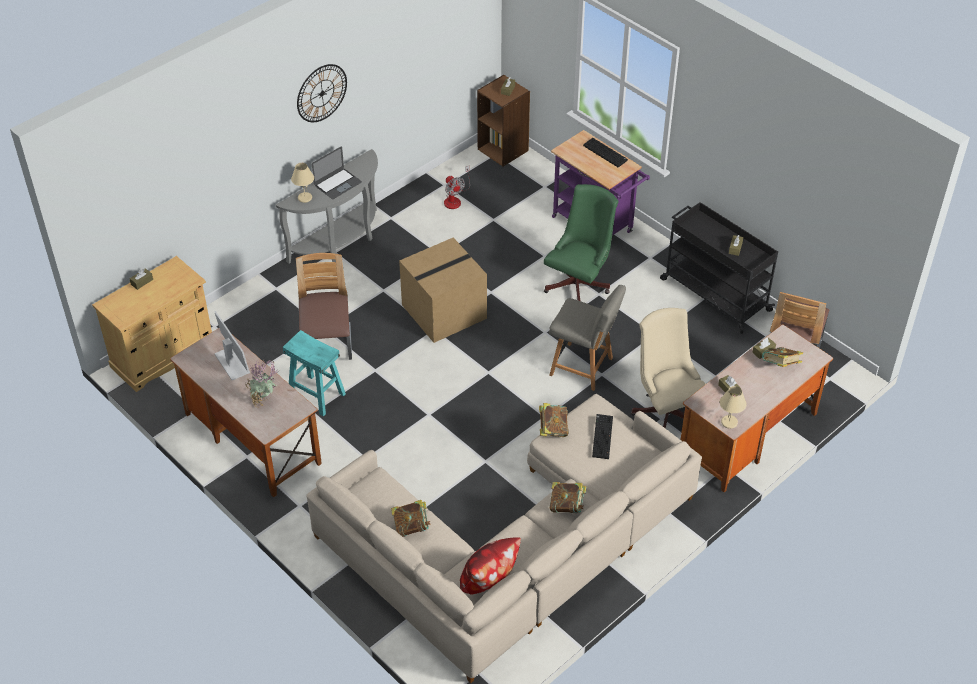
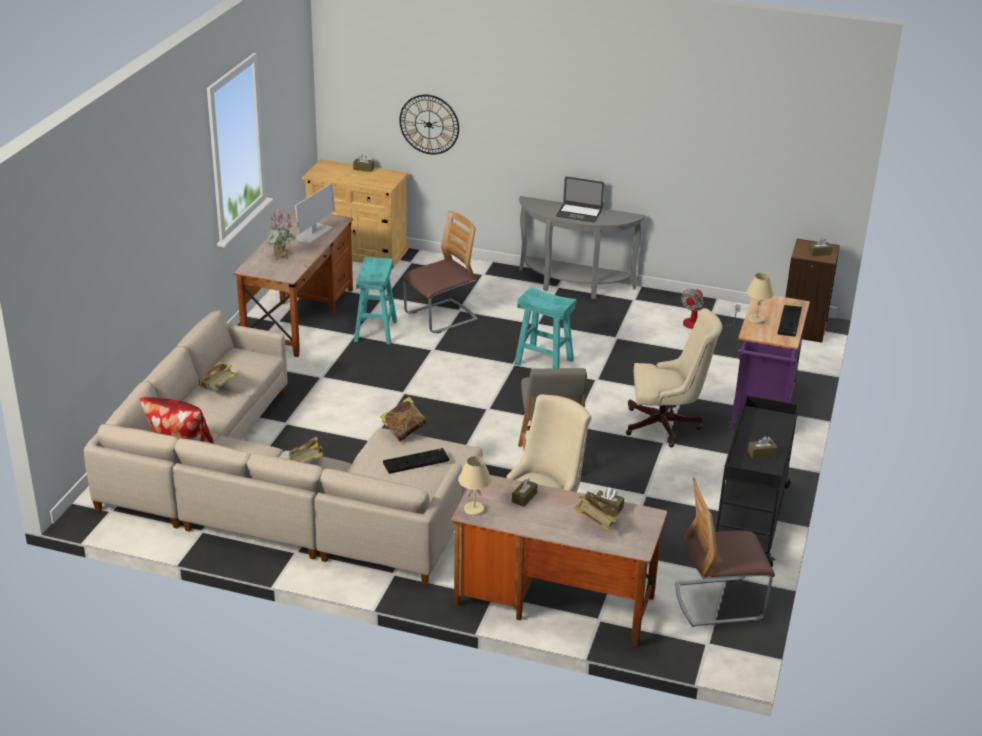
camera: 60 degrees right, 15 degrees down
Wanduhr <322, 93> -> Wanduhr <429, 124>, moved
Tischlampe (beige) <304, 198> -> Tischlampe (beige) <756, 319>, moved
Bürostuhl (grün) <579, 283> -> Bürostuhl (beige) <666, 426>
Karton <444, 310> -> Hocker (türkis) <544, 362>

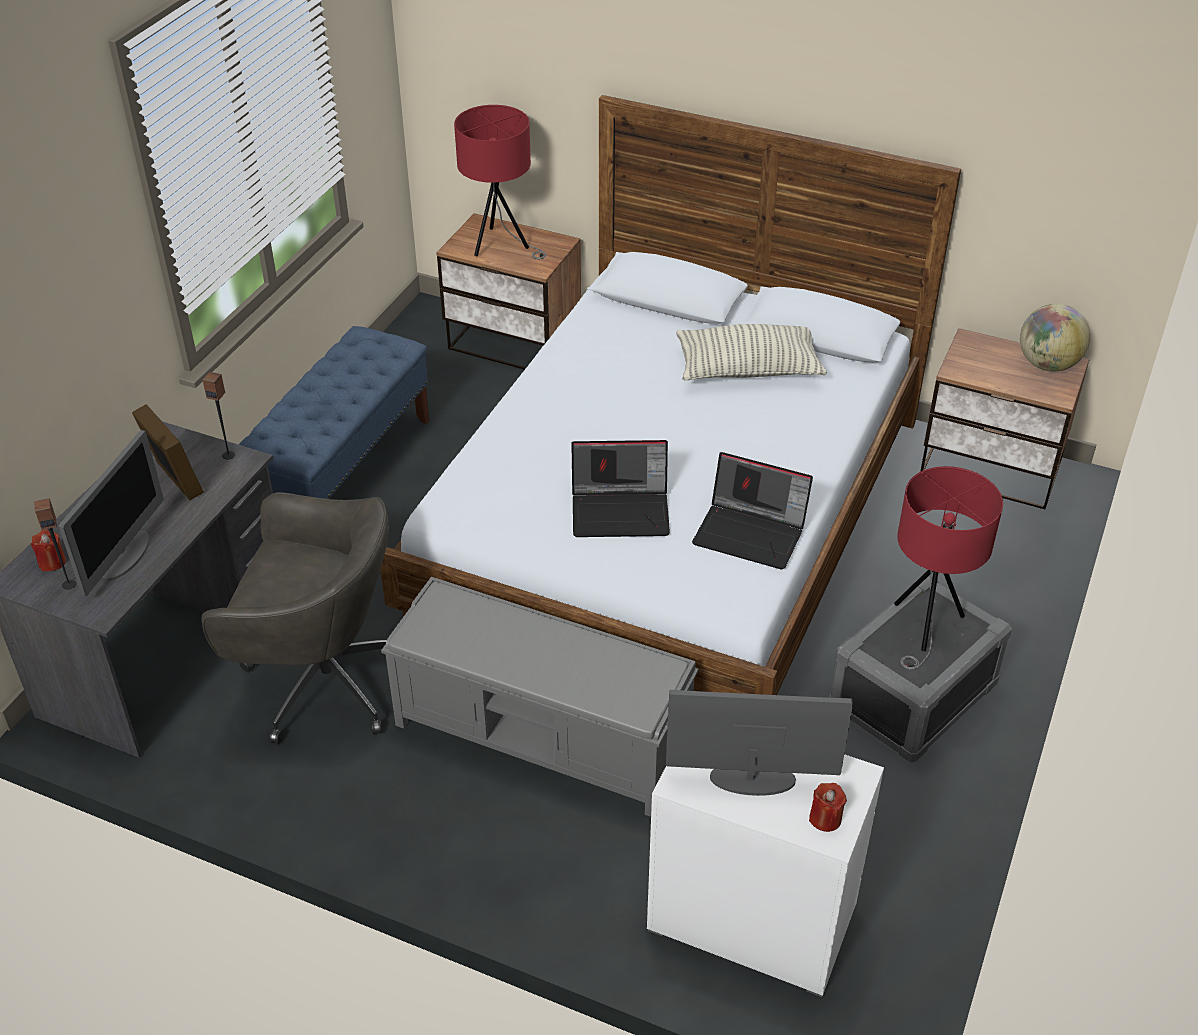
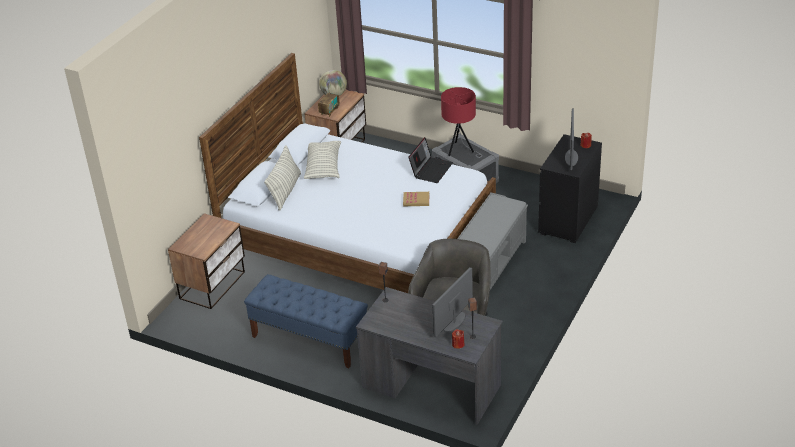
camera: 85 degrees left, 5 degrees down
Tischlampe (rot) <501, 246> -> none
Bilderrahmen <175, 480> -> none
Monitor <125, 555> -> Monitor <454, 322>, 75 degrees counterclockwise
Laptop <621, 511> -> Buch <416, 200>
Kommode (weiß) <750, 918> -> Kommode (schwarz) <568, 220>
none -> Radio <329, 111>
none -> Kissen <285, 191>

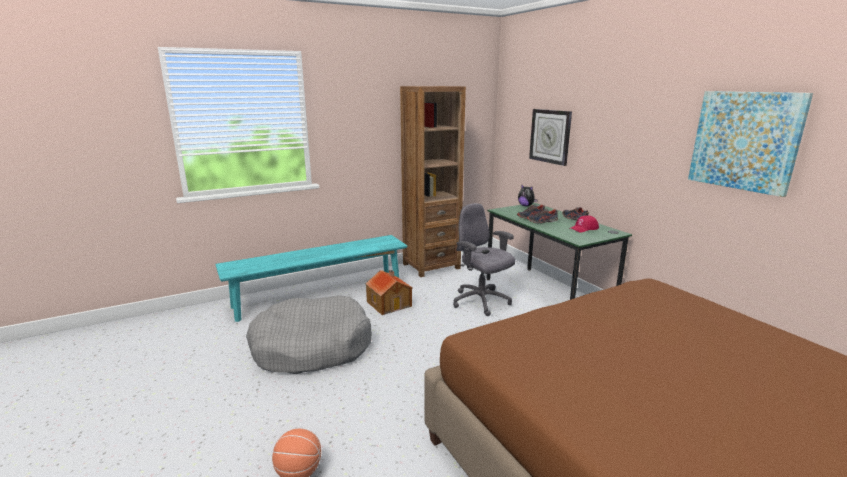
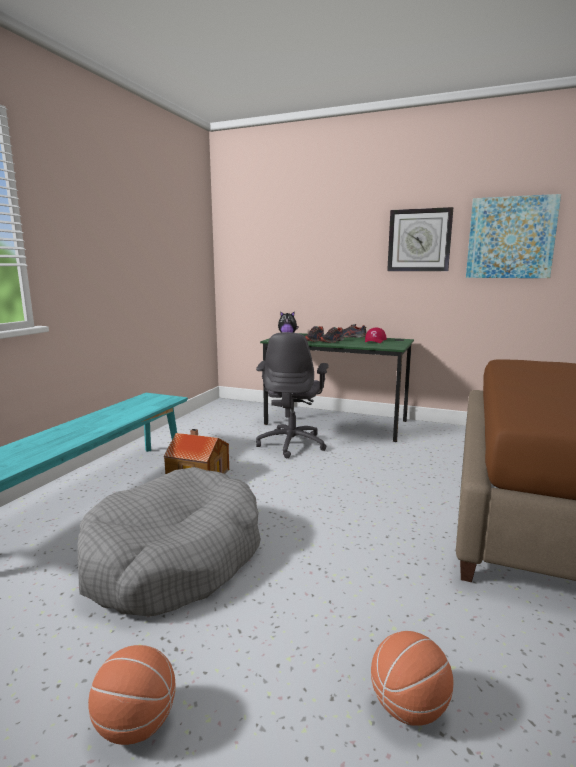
camera: 40 degrees left, 5 degrees down
Bücherregal (braun) <431, 266> -> none
Wanduhr <550, 136> -> Wanduhr <419, 240>, moved
Bürostuhl (grau) <481, 302> -> Bürostuhl (grau) <292, 444>, 90 degrees counterclockwise
none -> Basketball <135, 724>

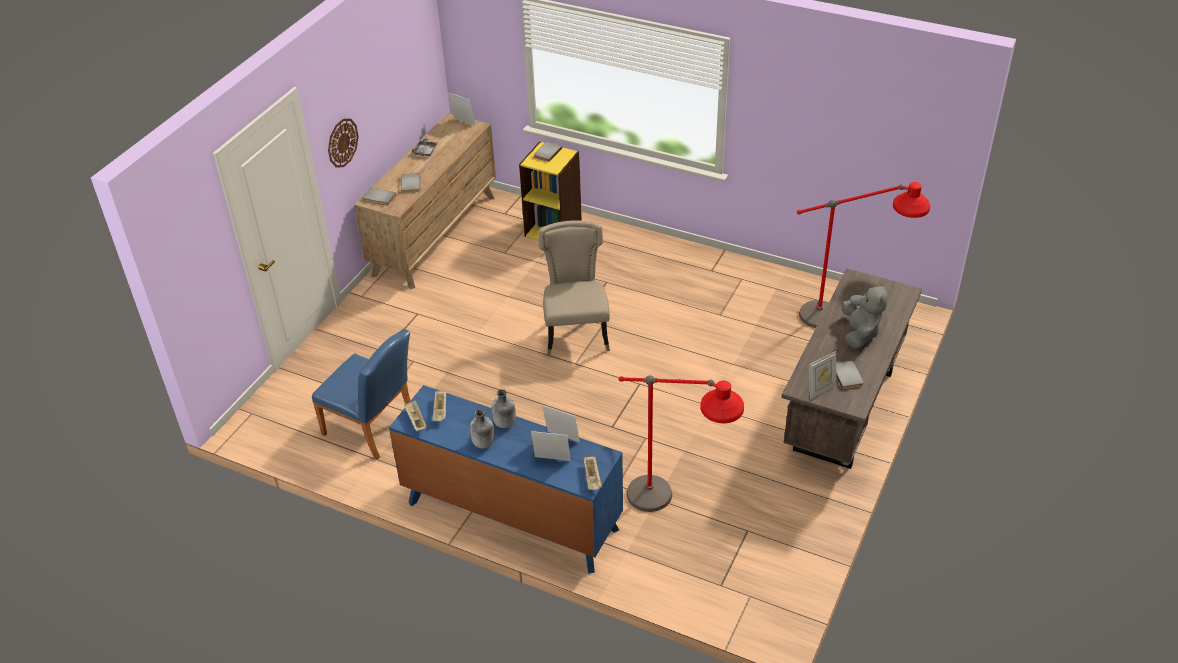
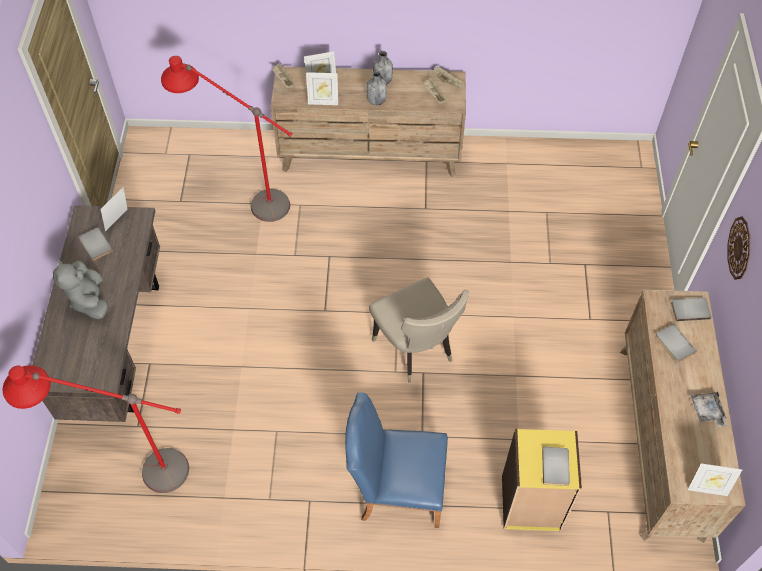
camera: 155 degrees right, 15 degrees up
Stuhl (blau) <374, 428> -> Stuhl (blau) <396, 488>, moved
Kommode (blau) <511, 516> -> Kommode (braun) <370, 154>

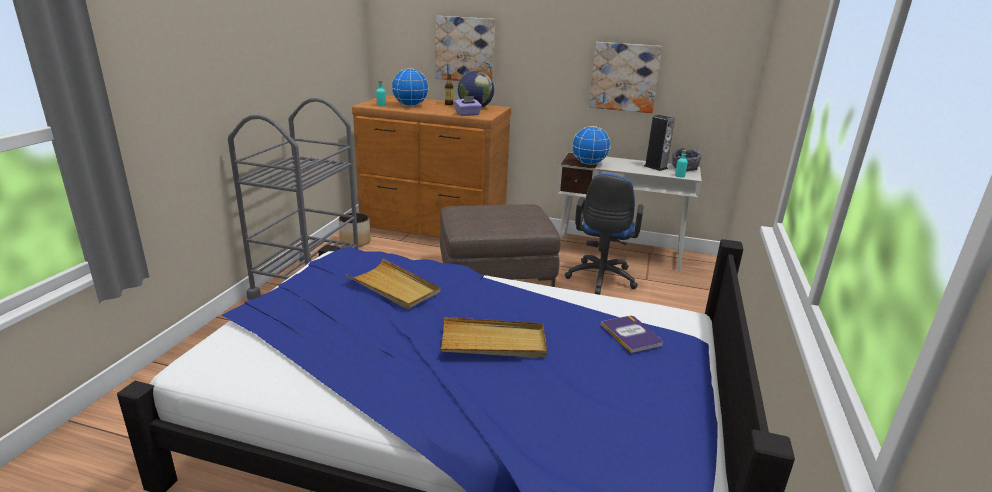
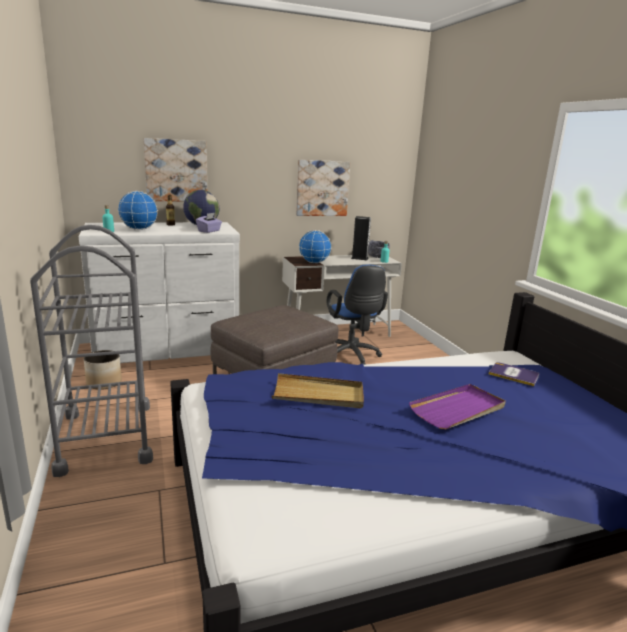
camera: 35 degrees left, 5 degrees down
Kommode (braun) <433, 228> -> Kommode (weiß) <168, 351>
Tablett (beige) <493, 342> -> Tablett (lila) <458, 409>

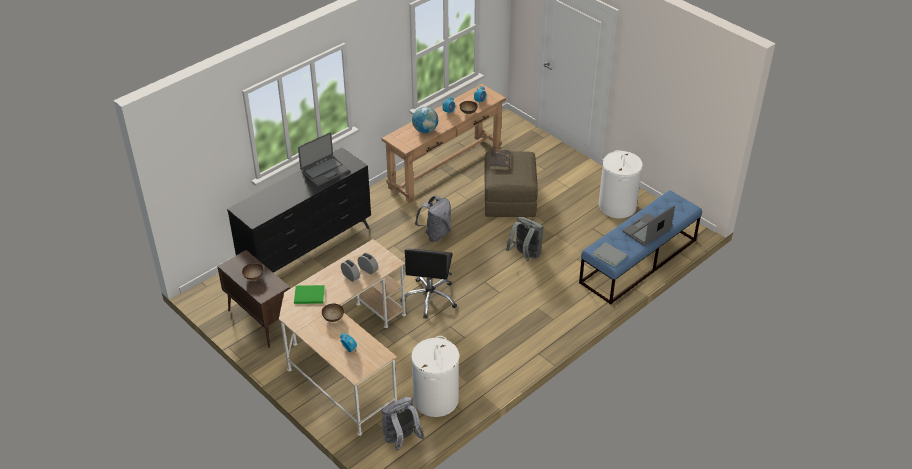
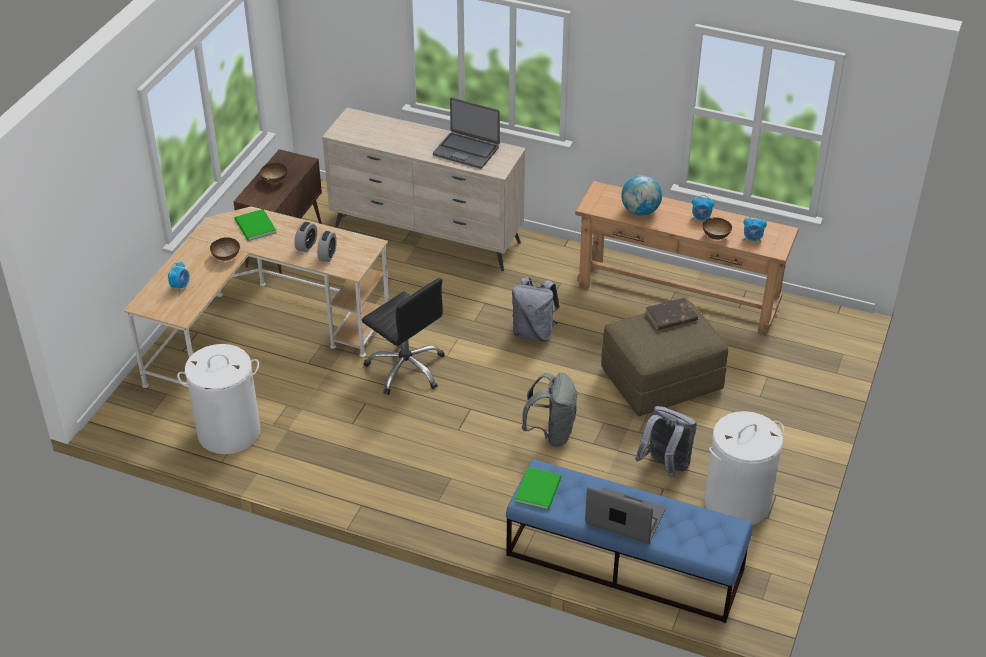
camera: 65 degrees right, 0 degrees up
Kommode (schwarz) <307, 250> -> Kommode (beige) <427, 236>
Buch (grau) <609, 254> -> Buch (grün) <539, 489>
Bürostuhl (schwarz) <430, 298> -> Bürostuhl (schwarz) <406, 368>, 120 degrees counterclockwise
Rucksack (grau) <401, 440> -> Rucksack (grau) <665, 466>, moved

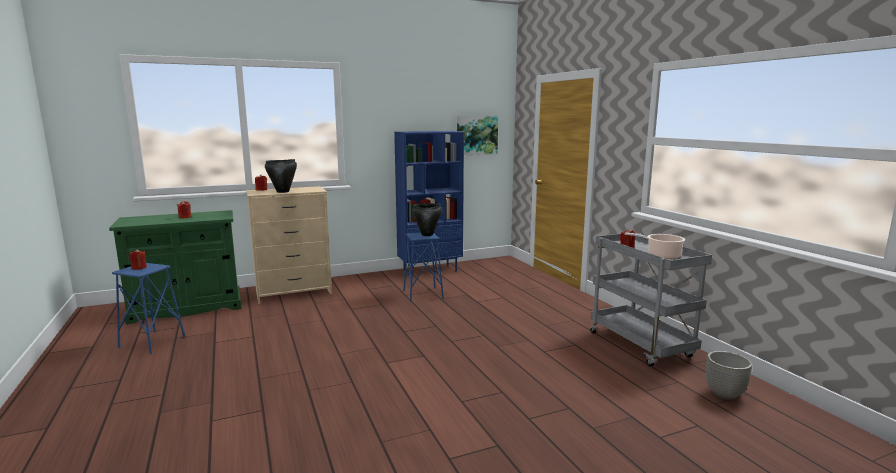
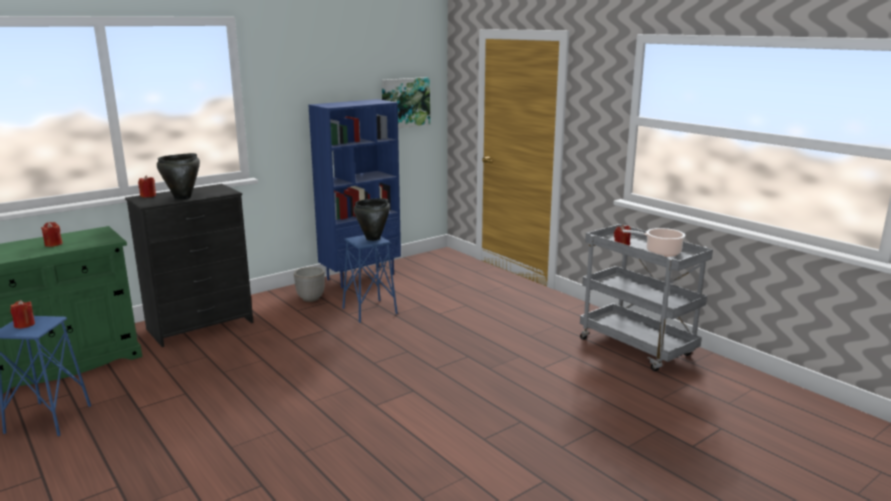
camera: 15 degrees left, 5 degrees up
Kommode (beige) <293, 293> -> Kommode (schwarz) <200, 326>
Pflanzkübel <723, 394> -> Pflanzkübel <310, 298>, moved

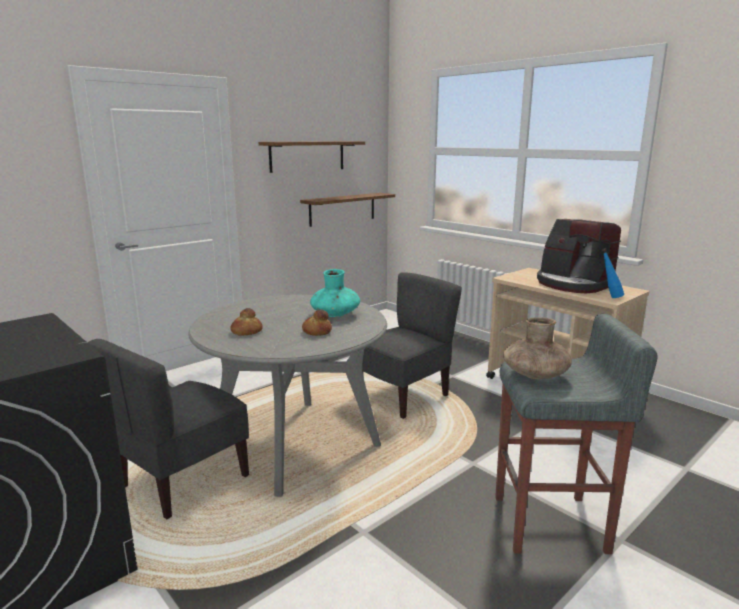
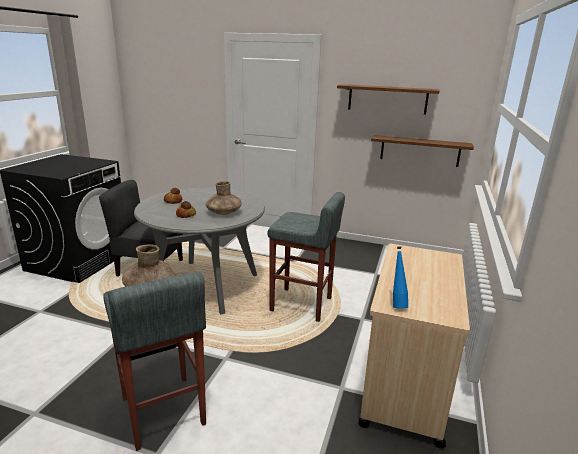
camera: 60 degrees right, 5 degrees up
Kaffeemaschine <573, 284> -> none
Vase (türkis) <335, 314> -> Vase (braun) <223, 213>
Stuhl (grau) <403, 396> -> Hocker (grau) <302, 305>

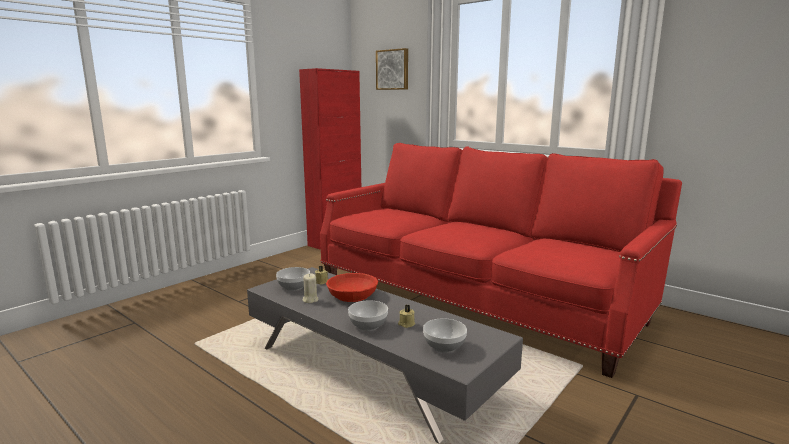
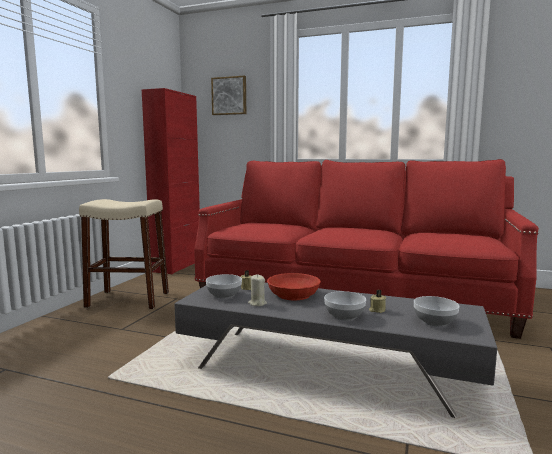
camera: 20 degrees left, 5 degrees down
none -> Hocker (beige) <128, 300>

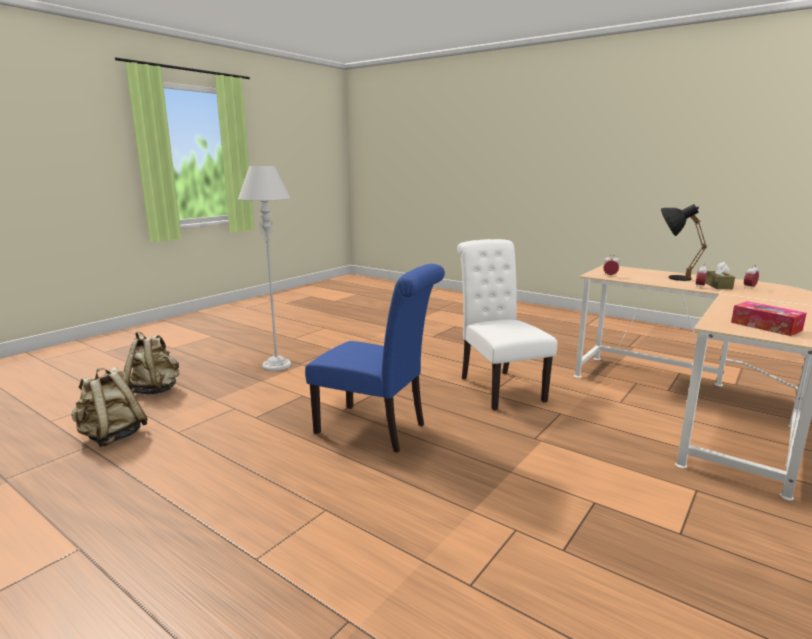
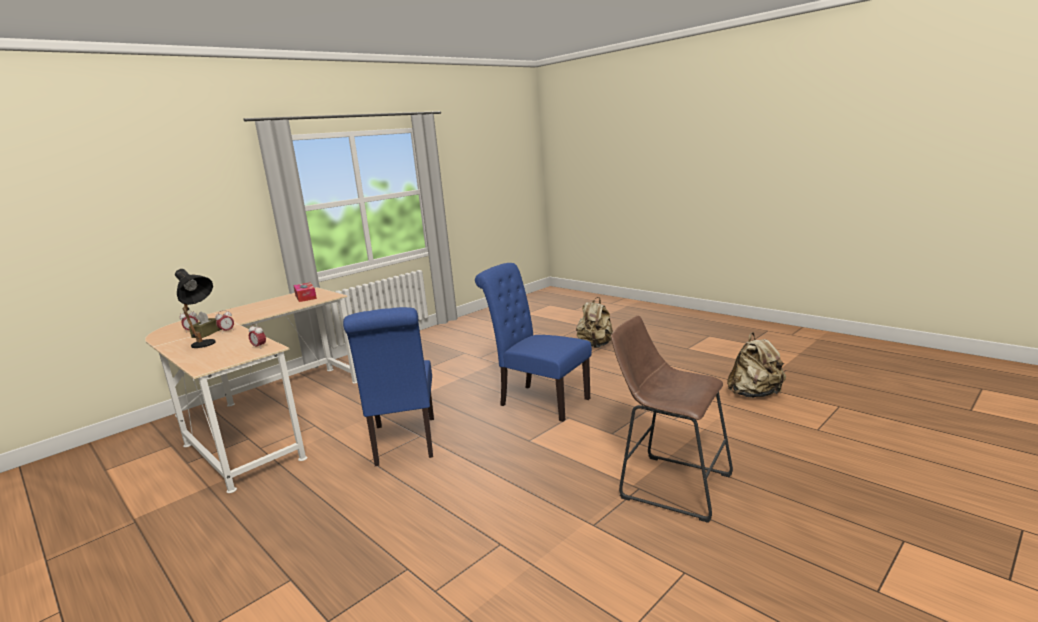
camera: 170 degrees left, 0 degrees up
Stehlampe (grau) <276, 365> -> Hocker (braun) <670, 484>
Stuhl (weiß) <498, 387> -> Stuhl (blau) <404, 443>
Rucksack (beige) <155, 390> -> Rucksack (beige) <595, 345>, moved

